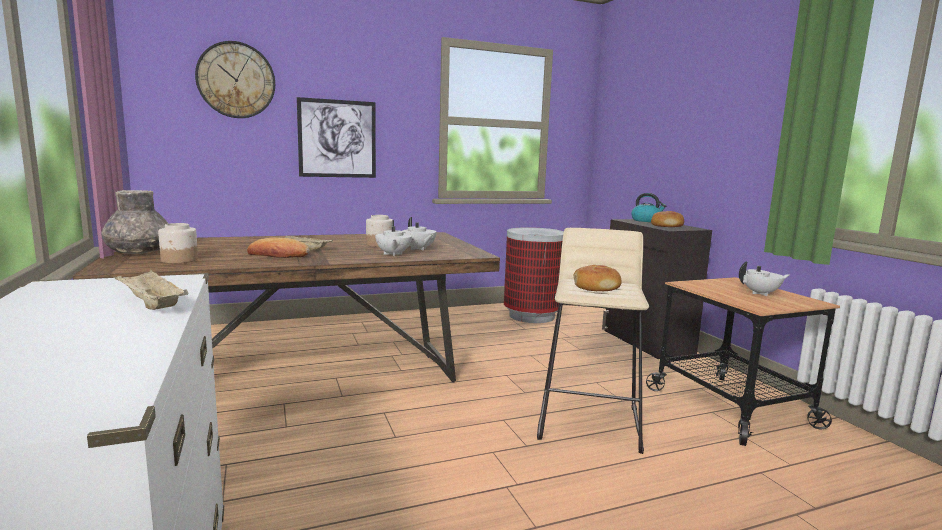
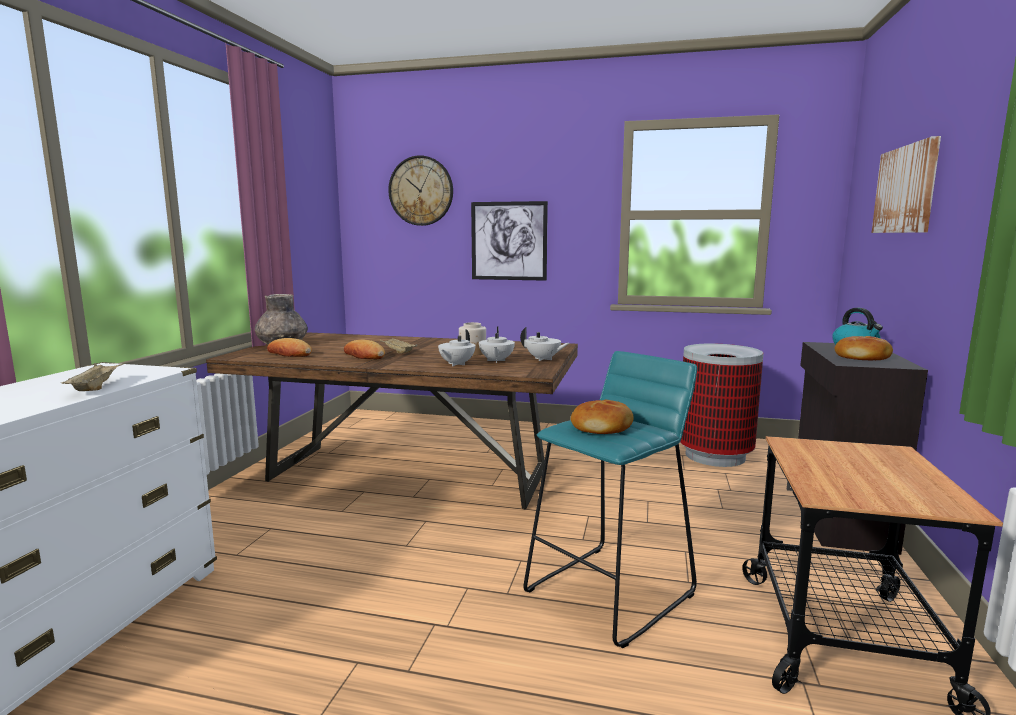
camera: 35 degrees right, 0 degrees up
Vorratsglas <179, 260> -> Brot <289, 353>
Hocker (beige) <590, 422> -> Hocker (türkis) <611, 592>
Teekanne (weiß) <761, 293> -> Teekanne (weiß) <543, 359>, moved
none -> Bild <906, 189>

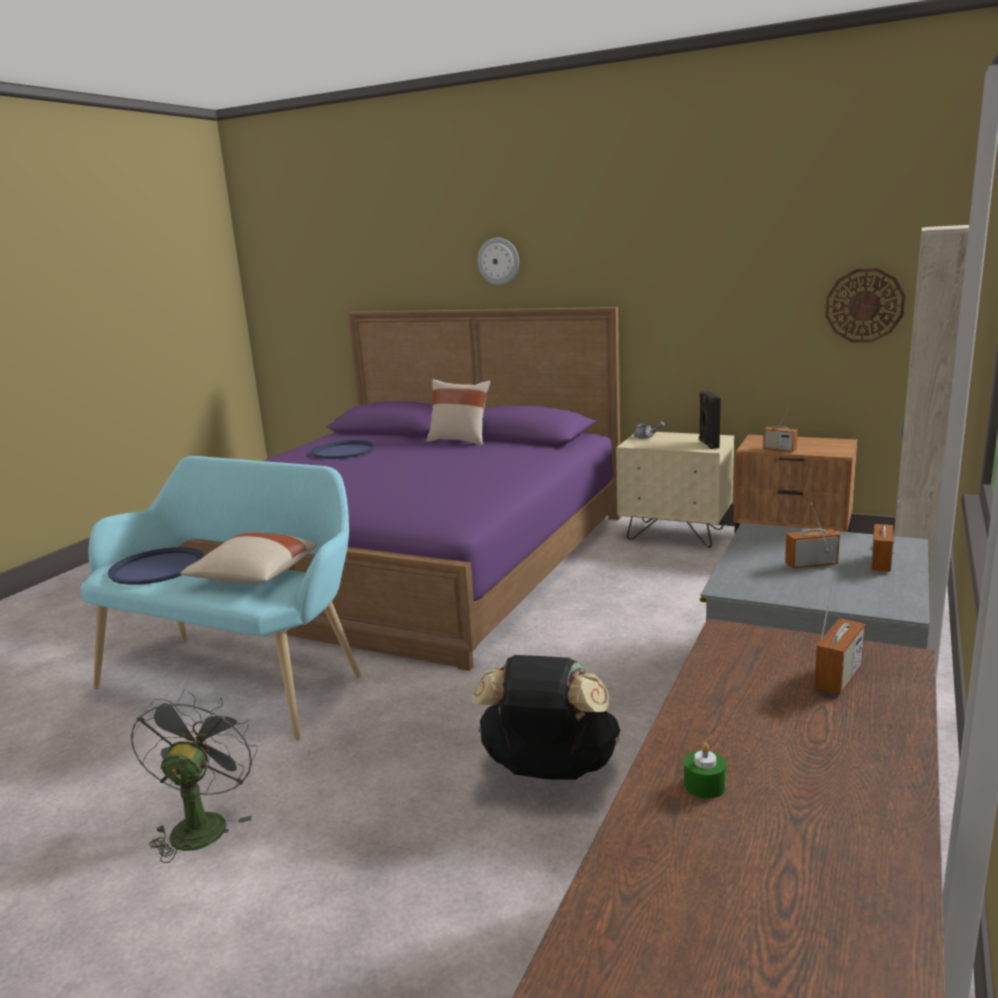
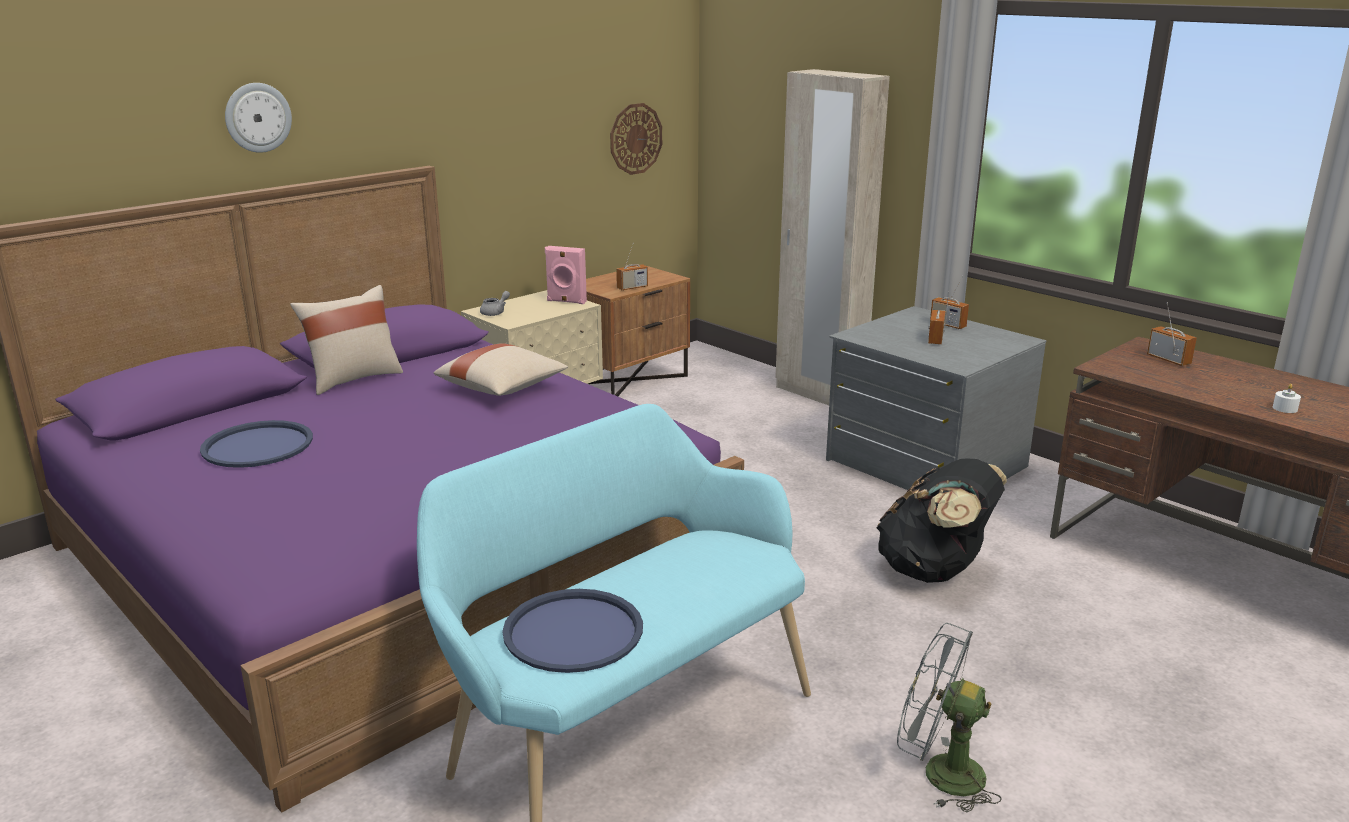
camera: 70 degrees left, 5 degrees up
Lautsprecher (schwarz) <708, 444> -> Lautsprecher (rosa) <566, 301>
Kissen (beige) <253, 577> -> Kissen (beige) <503, 388>, moved
Kerze (grün) <704, 785> -> Kerze (weiß) <1285, 408>

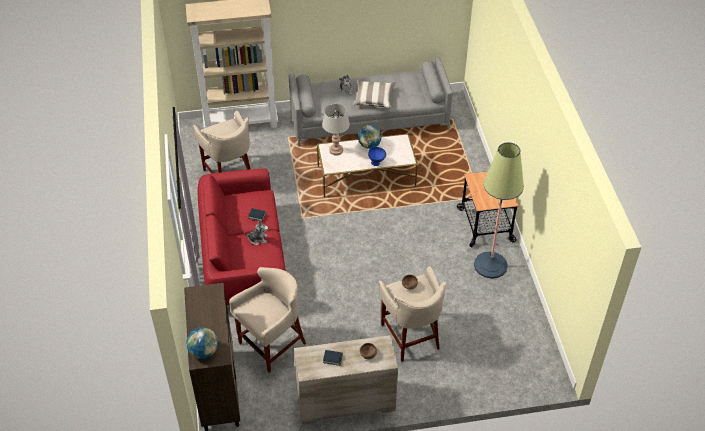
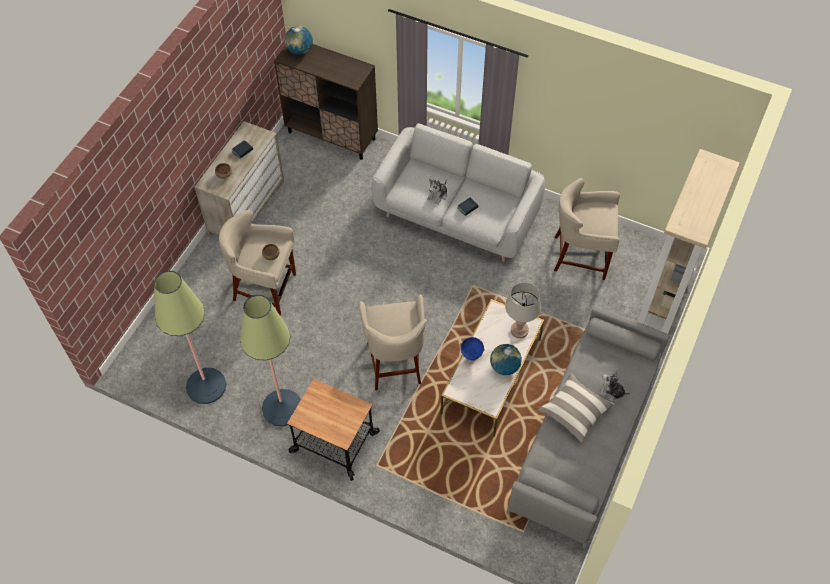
camera: 125 degrees right, 10 degrees up
Sofa (rot) <243, 258> -> Sofa (grau) <457, 214>
Hocker (beige) <272, 345> -> Hocker (beige) <395, 362>, moved
none -> Stehlampe <206, 386>

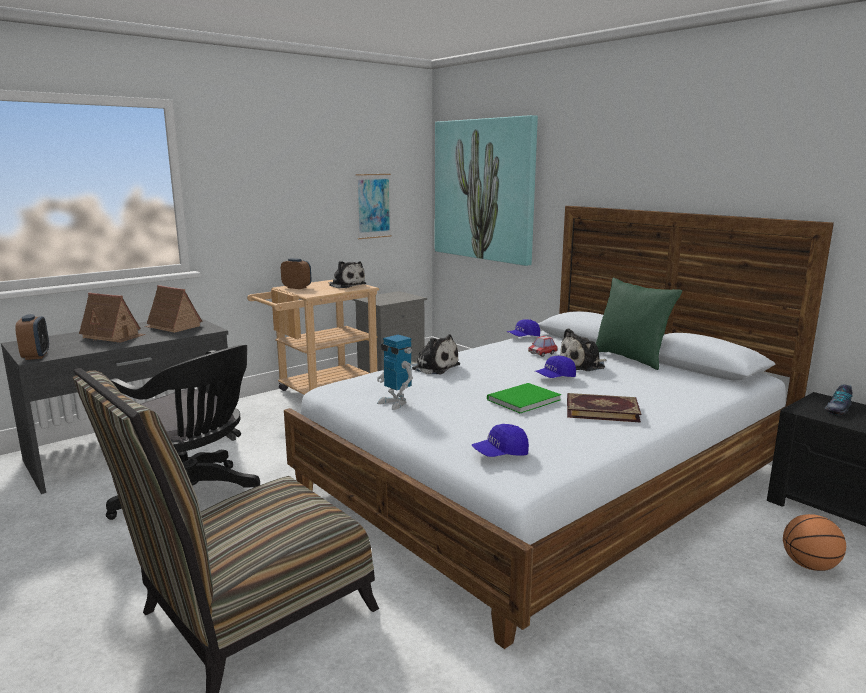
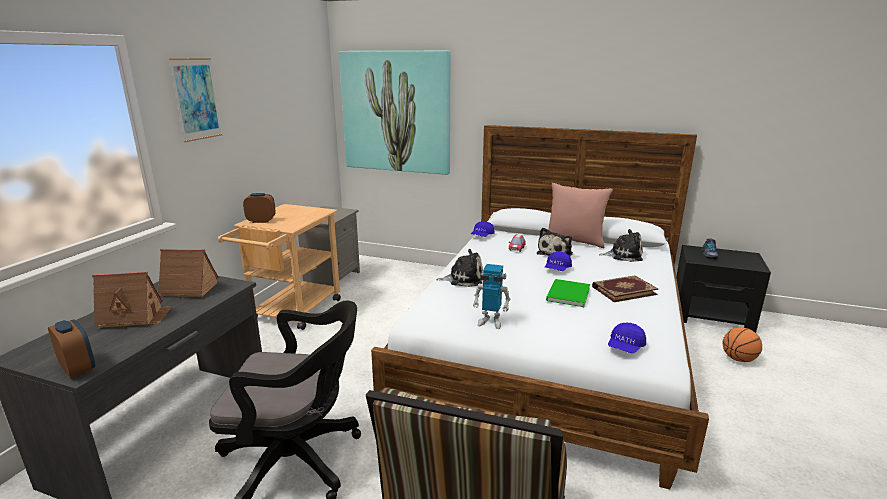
camera: 30 degrees left, 5 degrees up
Bild <373, 206> -> Bild <196, 99>, moved
Plüschtier <346, 285> -> Plüschtier <623, 255>, moved
Kissen (grün) <631, 358> -> Kissen (rosa) <574, 241>

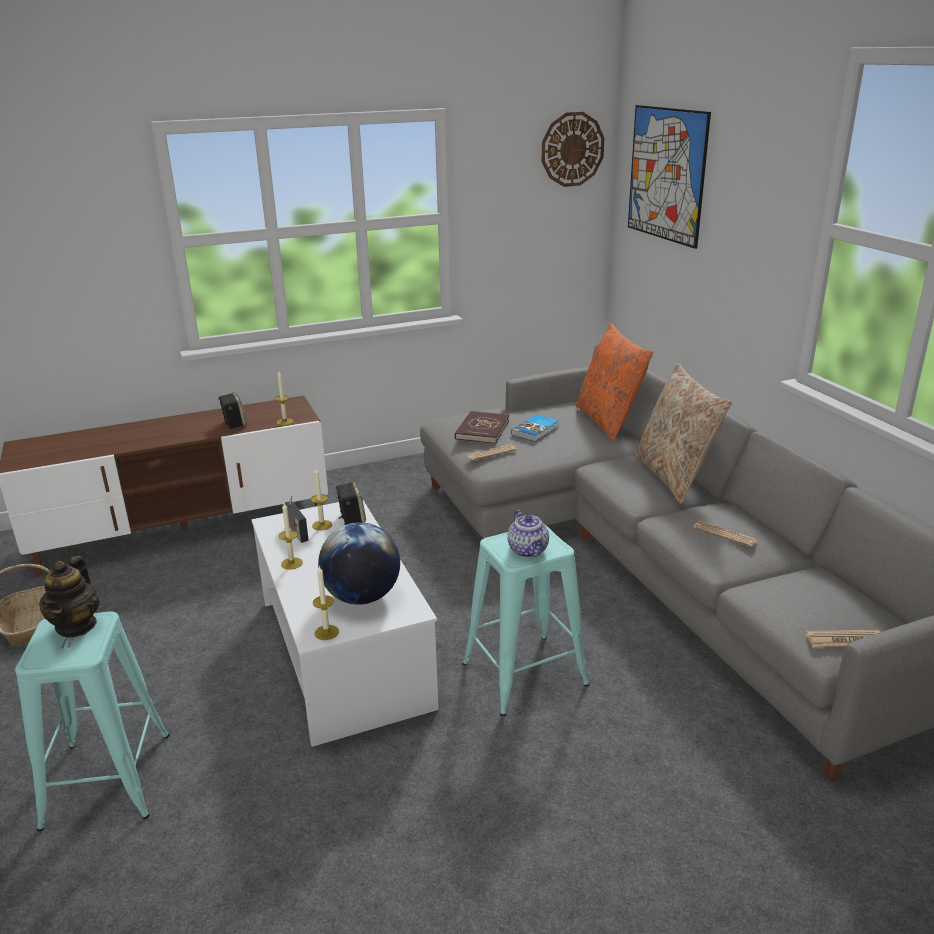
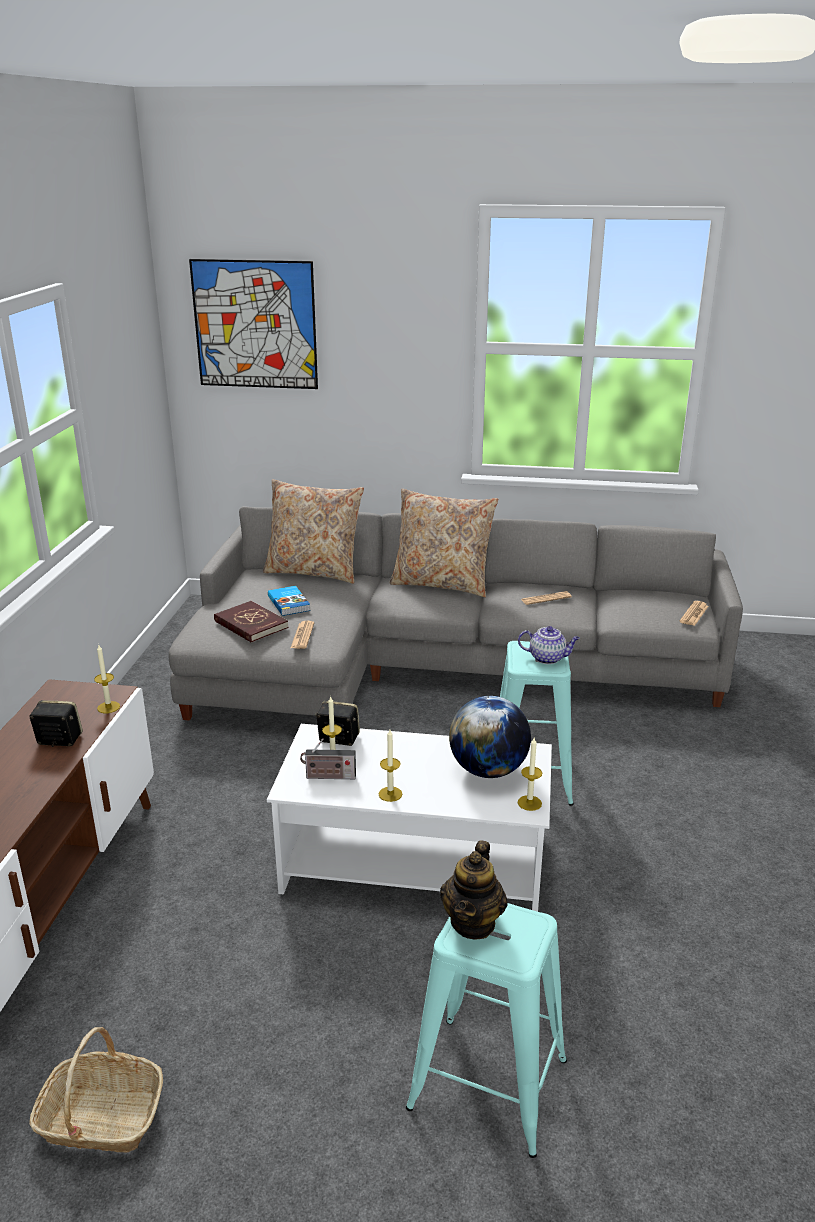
camera: 60 degrees left, 0 degrees up
Wanduhr <572, 149> -> none
Kissen (orange) <609, 421> -> Kissen (beige) <314, 571>
Teekanne <77, 626> -> Teekanne <473, 923>, 75 degrees clockwise

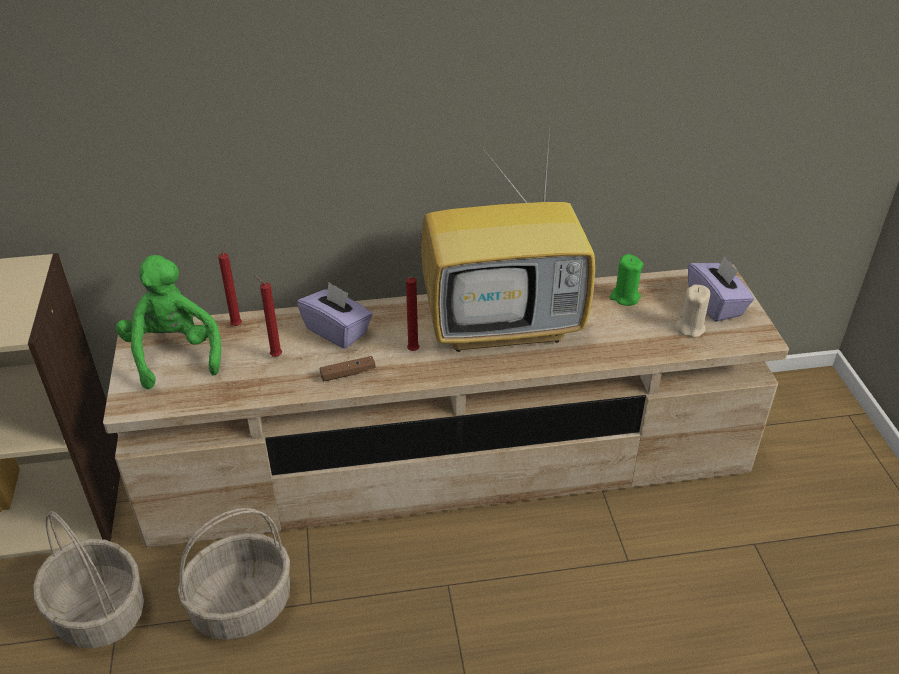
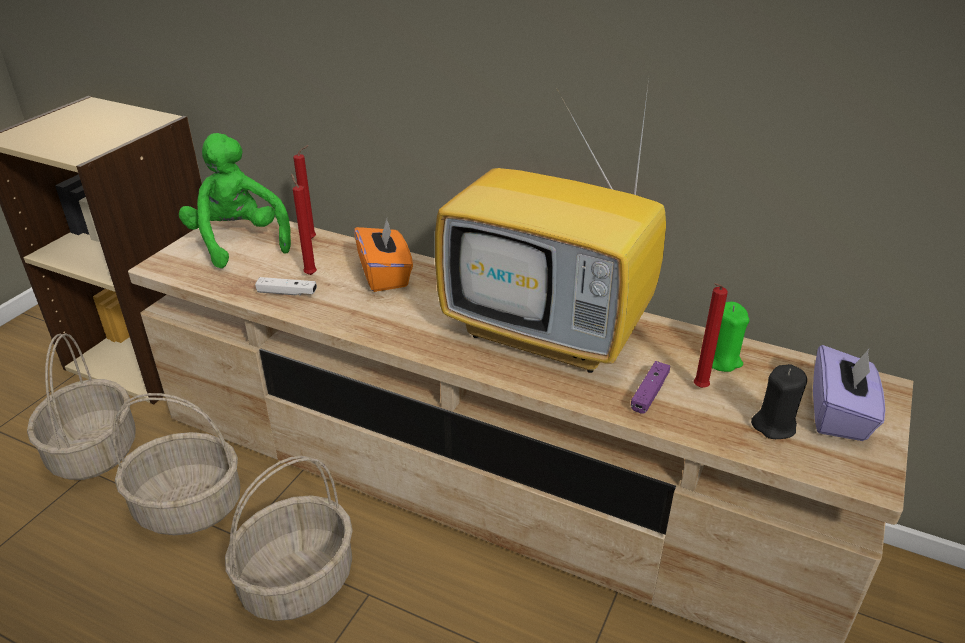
camera: 35 degrees right, 5 degrees down
Plüschtier (grün) <174, 354> -> Plüschtier (grün) <238, 242>, 45 degrees counterclockwise
Kerze (rot) <412, 352> -> Kerze (rot) <698, 388>, moved
Taschentuchbox (lila) <337, 331> -> Taschentuchbox (orange) <385, 275>
Kerze (beige) <690, 328> -> Kerze (schwarz) <774, 425>
Gamepad (braun) <348, 373> -> none
none -> Gamepad (weiß) <287, 292>
none -> Gamepad (lila) <649, 393>
none -> Korb <298, 580>

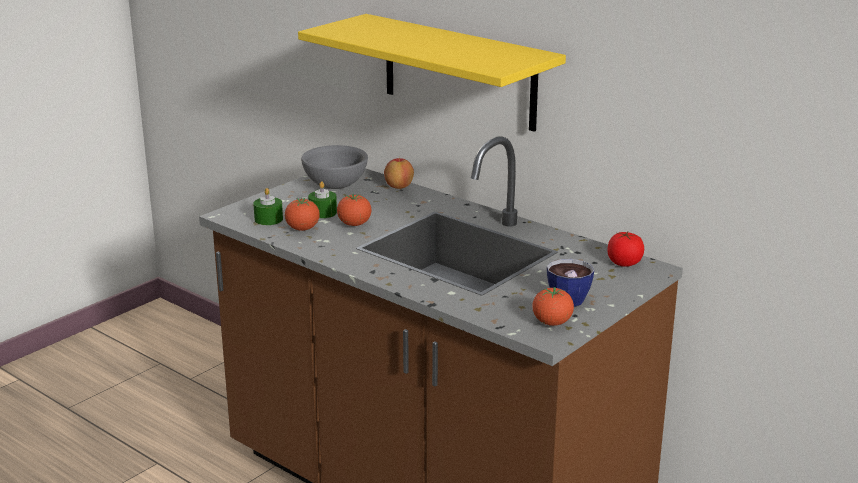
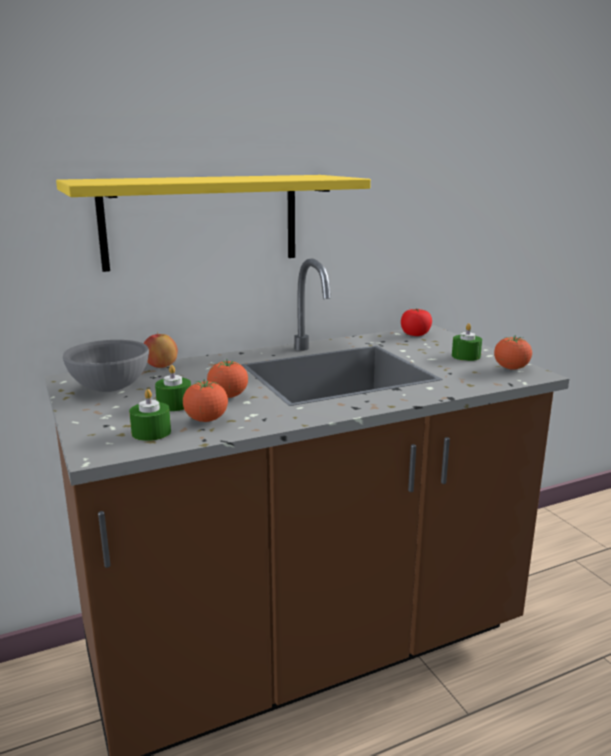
camera: 65 degrees left, 5 degrees down
Tasse <571, 297> -> Kerze (grün) <466, 356>

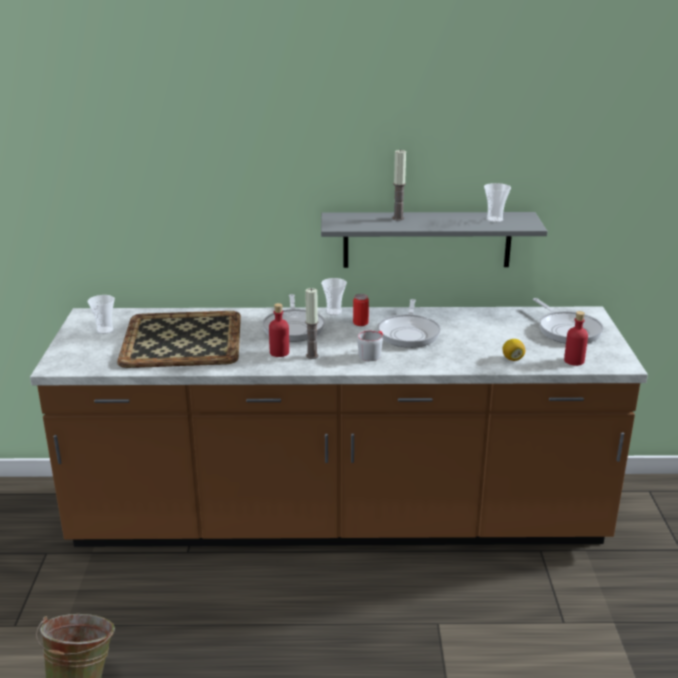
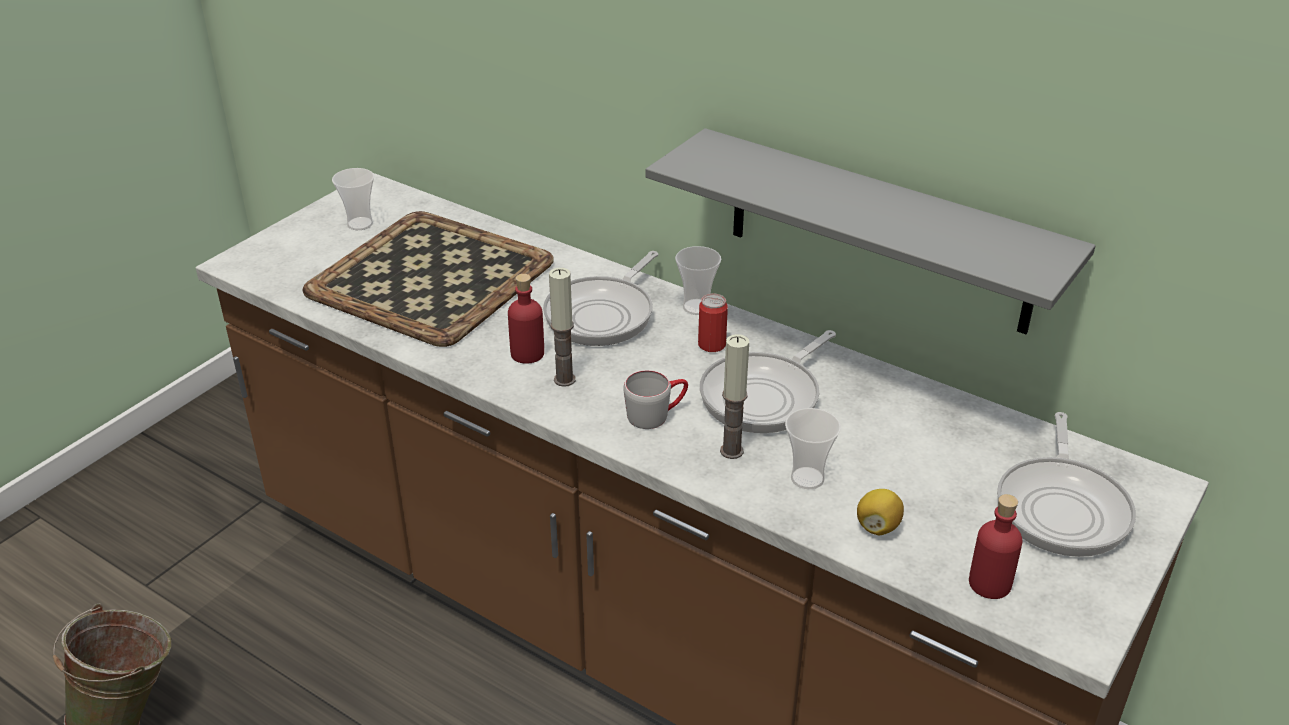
camera: 35 degrees right, 10 degrees up
Kerze <398, 218> -> Kerze <731, 451>, moved
Tasse <494, 219> -> Tasse <807, 478>, moved

